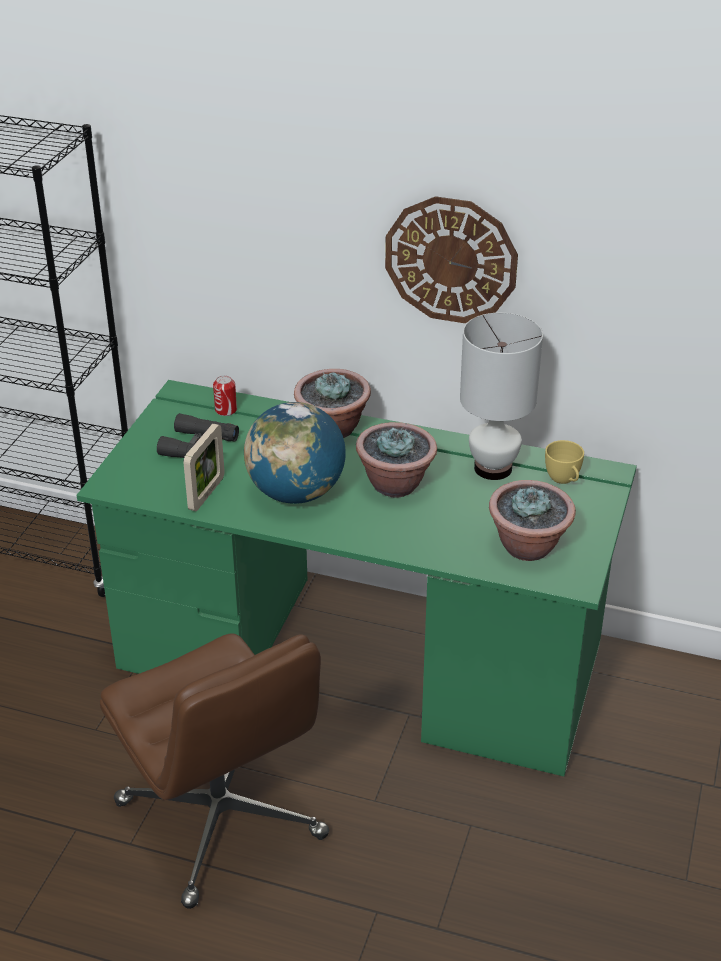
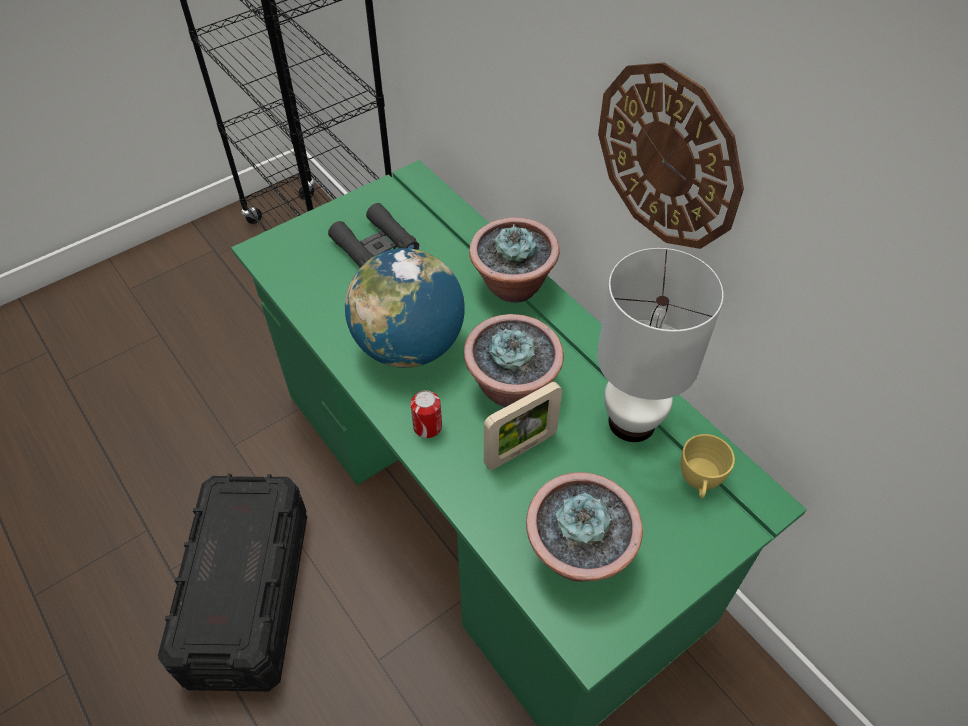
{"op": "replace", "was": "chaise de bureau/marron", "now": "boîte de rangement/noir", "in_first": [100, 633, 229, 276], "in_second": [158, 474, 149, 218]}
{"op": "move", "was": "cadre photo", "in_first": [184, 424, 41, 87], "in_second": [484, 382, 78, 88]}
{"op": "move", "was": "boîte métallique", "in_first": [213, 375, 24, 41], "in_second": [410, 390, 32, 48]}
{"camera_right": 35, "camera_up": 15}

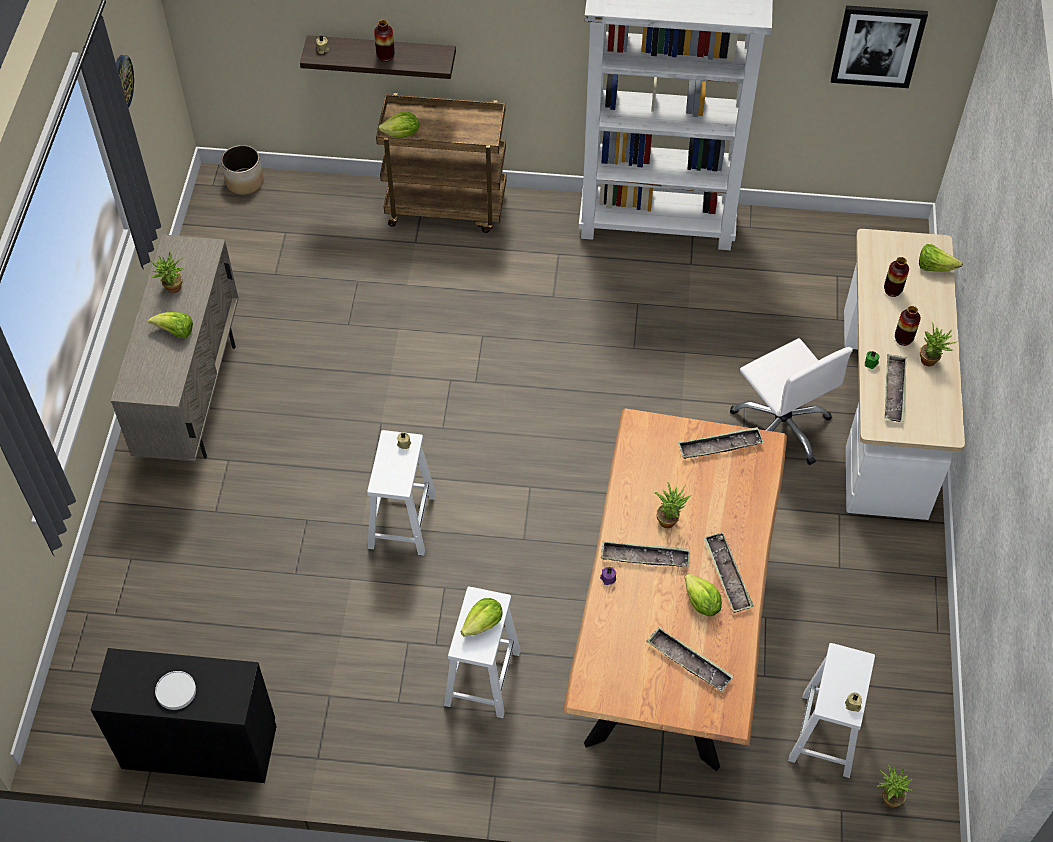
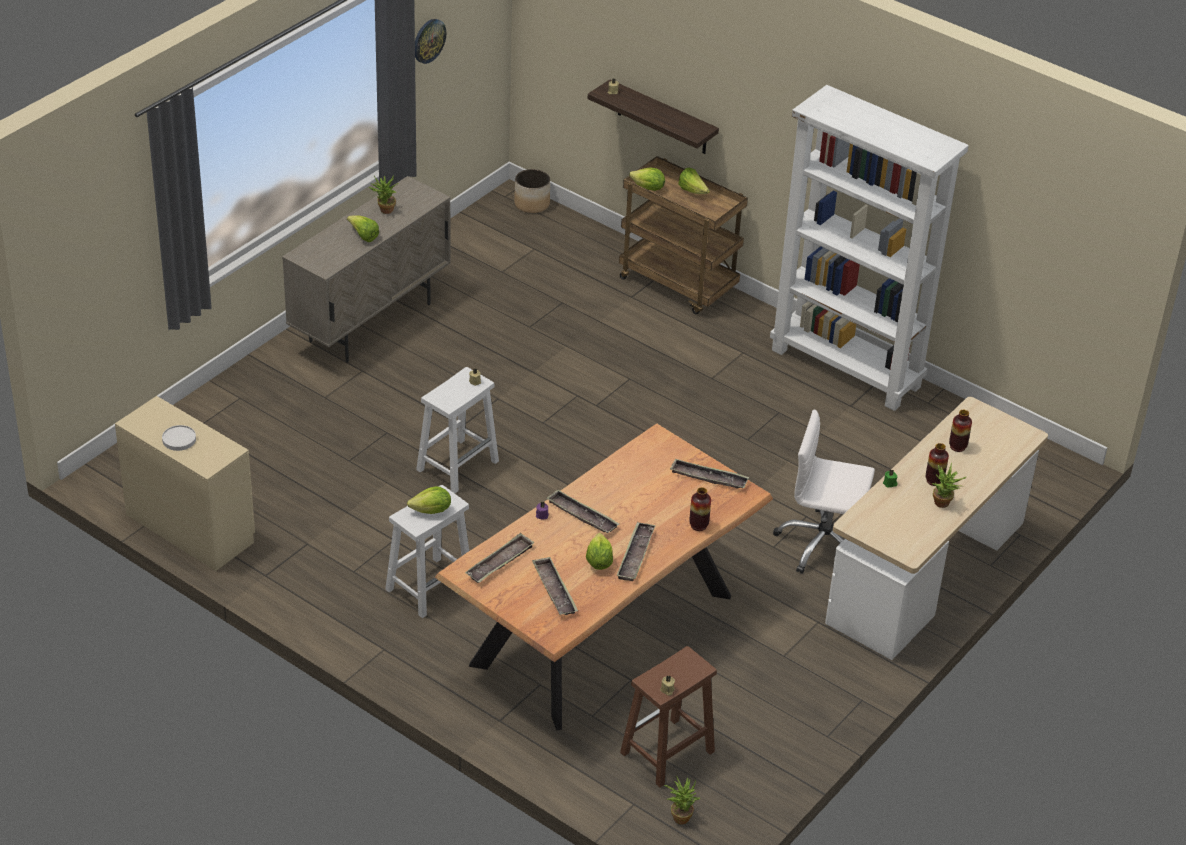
{"op": "recolor", "was": "commode/noir", "now": "commode/beige", "in_first": [91, 648, 186, 135], "in_second": [115, 396, 140, 175]}
{"op": "move", "was": "vase", "in_first": [374, 20, 21, 42], "in_second": [689, 487, 22, 44]}
{"op": "delete", "was": "plante en pot", "in_first": [653, 482, 38, 46]}
{"op": "rotate", "was": "chaise de bureau/blanc", "in_first": [730, 338, 123, 127], "in_second": [773, 409, 102, 165], "clockwise": 105}
{"op": "recolor", "was": "tabouret/blanc", "now": "tabouret/marron", "in_first": [788, 643, 87, 135], "in_second": [620, 646, 97, 142]}
{"op": "delete", "was": "tableau", "in_first": [831, 5, 97, 83]}
{"op": "move", "was": "plateau", "in_first": [884, 354, 23, 68], "in_second": [465, 533, 70, 50]}
{"op": "move", "was": "laitue", "in_first": [919, 244, 44, 28], "in_second": [678, 168, 32, 26]}
{"camera_right": 30, "camera_up": -15}

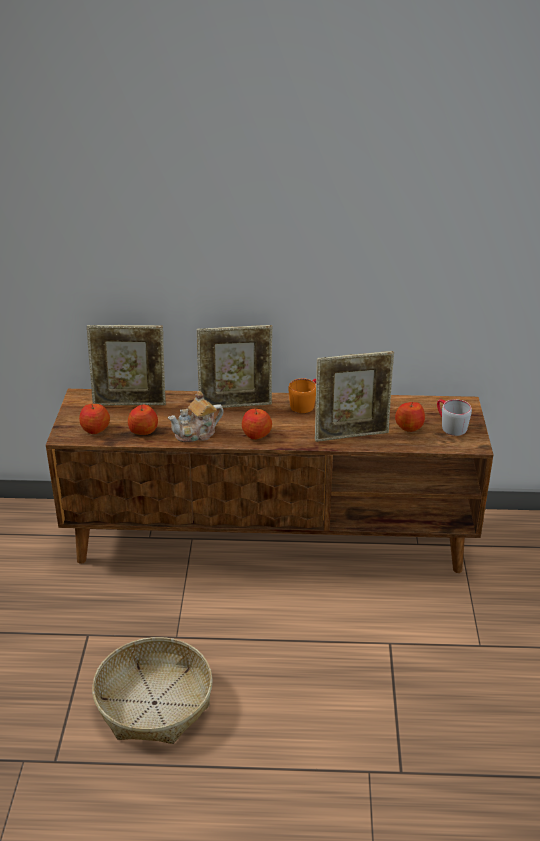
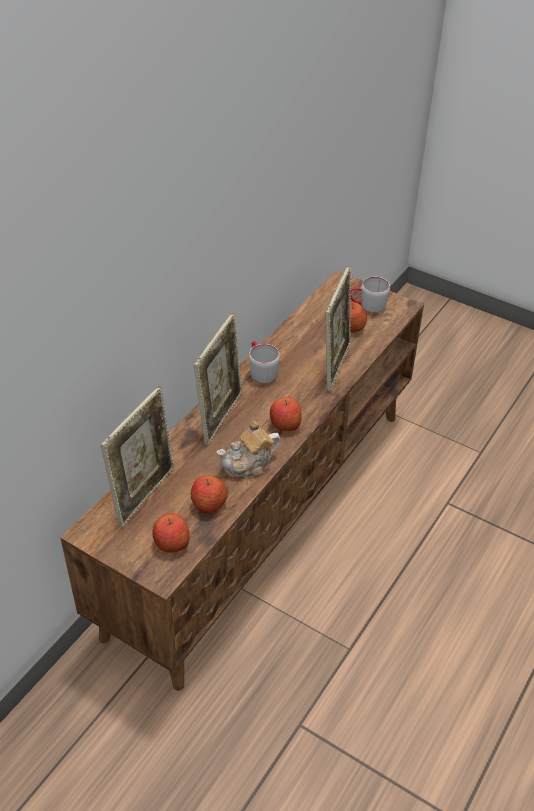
{"op": "delete", "was": "panier", "in_first": [92, 637, 121, 107]}
{"op": "rotate", "was": "théière", "in_first": [168, 391, 56, 51], "in_second": [217, 421, 64, 57], "clockwise": 60}
{"op": "recolor", "was": "mug/orange", "now": "mug/gris", "in_first": [288, 378, 28, 35], "in_second": [249, 341, 31, 42]}
{"camera_right": -60, "camera_up": 10}

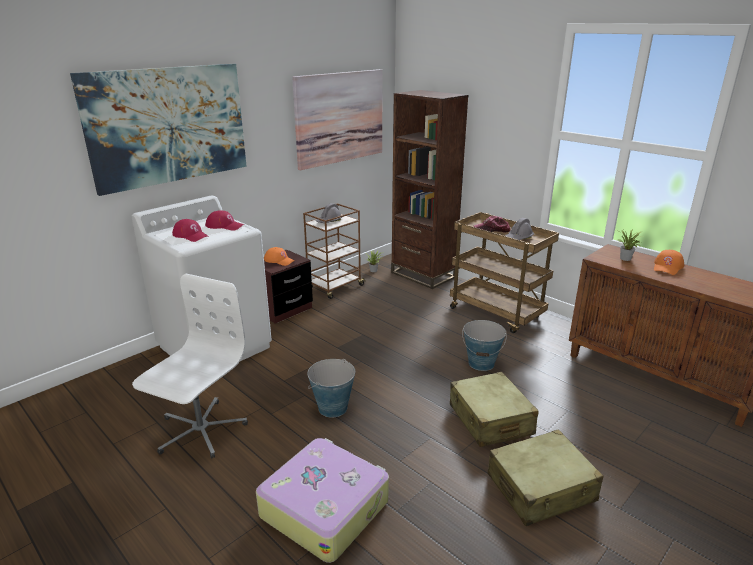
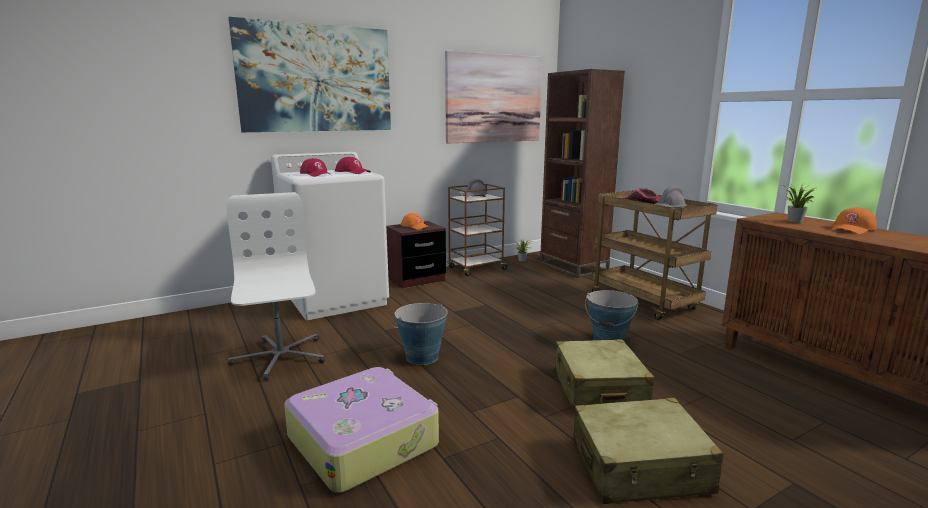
{"op": "rotate", "was": "chaise de bureau/blanc", "in_first": [132, 274, 116, 184], "in_second": [226, 192, 99, 189], "clockwise": -60}
{"camera_right": 15, "camera_up": -10}

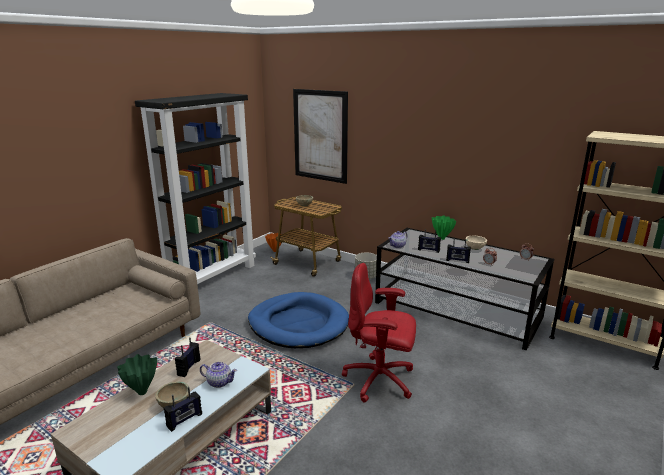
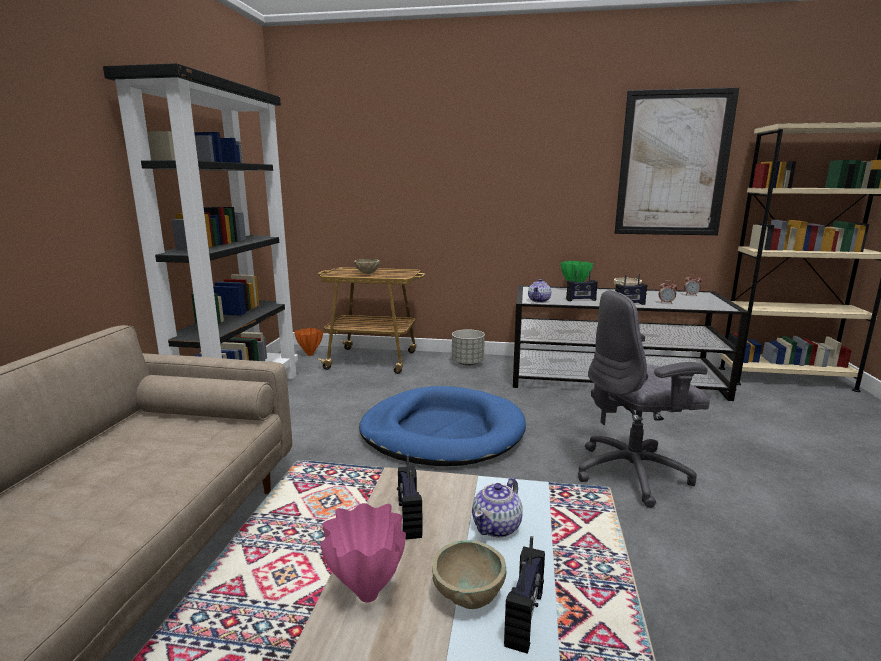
{"op": "recolor", "was": "vase/vert", "now": "vase/rose", "in_first": [117, 354, 40, 41], "in_second": [320, 503, 86, 99]}
{"op": "rotate", "was": "théière", "in_first": [200, 362, 37, 26], "in_second": [472, 478, 51, 60], "clockwise": 135}
{"op": "move", "was": "tableau", "in_first": [293, 89, 55, 95], "in_second": [614, 87, 125, 148]}
{"op": "recolor", "was": "chaise de bureau/rouge", "now": "chaise de bureau/gris", "in_first": [342, 263, 74, 140], "in_second": [578, 290, 132, 218]}
{"camera_right": -25, "camera_up": -5}

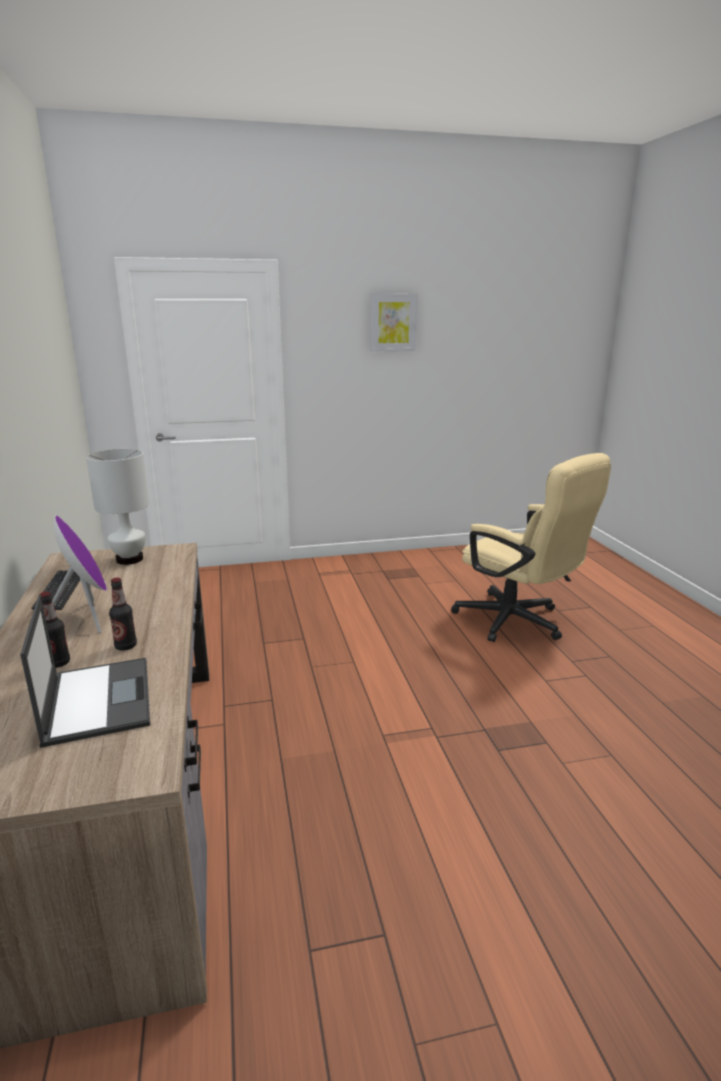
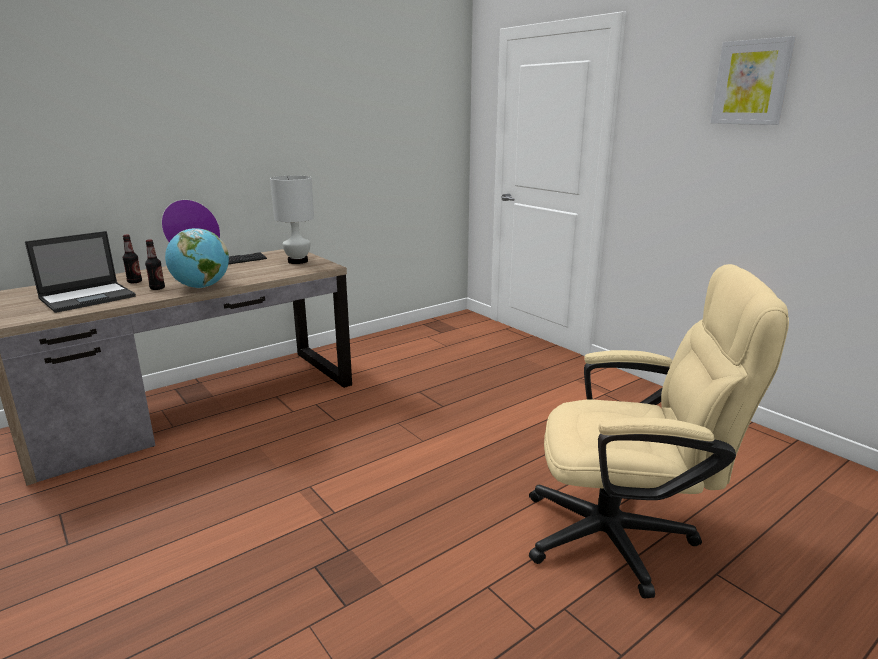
{"op": "rotate", "was": "chaise de bureau/beige", "in_first": [451, 453, 160, 189], "in_second": [529, 264, 260, 335], "clockwise": -105}
{"op": "insert", "now": "globe", "in_second": [165, 228, 64, 60]}
{"camera_right": 65, "camera_up": 0}

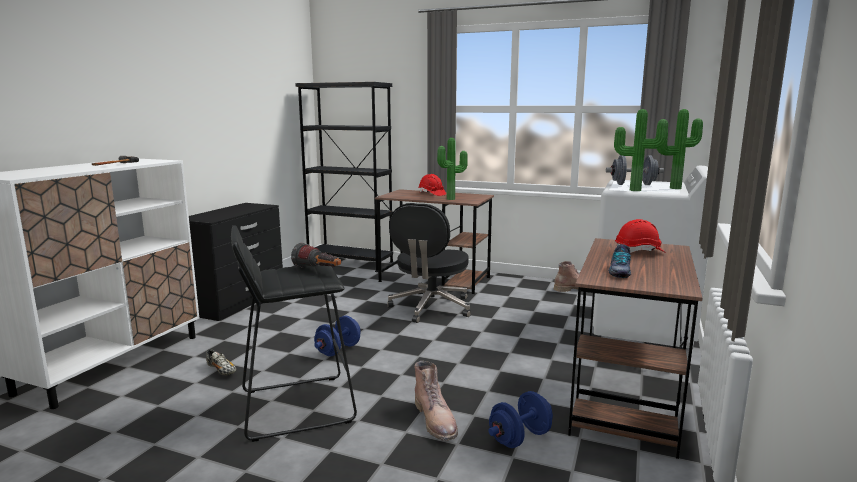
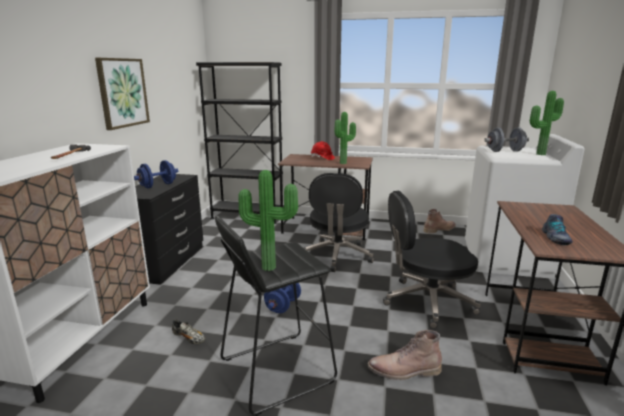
{"op": "delete", "was": "lampe de poche", "in_first": [291, 243, 50, 25]}
{"op": "rotate", "was": "botte/marron", "in_first": [414, 361, 44, 80], "in_second": [368, 330, 74, 50], "clockwise": 120}
{"op": "move", "was": "haltère/bleu", "in_first": [488, 391, 65, 57], "in_second": [134, 160, 44, 28]}
{"op": "move", "was": "plante en pot", "in_first": [614, 109, 54, 82], "in_second": [238, 170, 60, 101]}
{"op": "delete", "was": "casque de chantier/rouge", "in_first": [615, 219, 51, 34]}
{"op": "insert", "now": "tableau", "in_second": [95, 58, 55, 72]}
{"op": "insert", "now": "chaise de bureau/noir", "in_second": [383, 191, 98, 138]}
{"camera_right": -10, "camera_up": 5}

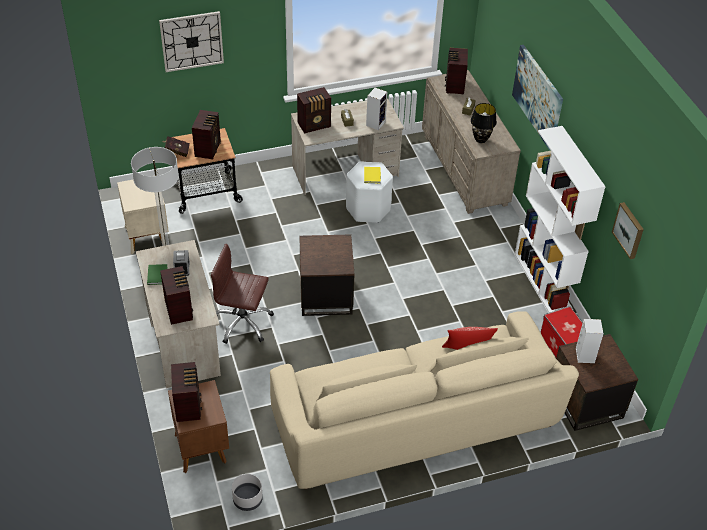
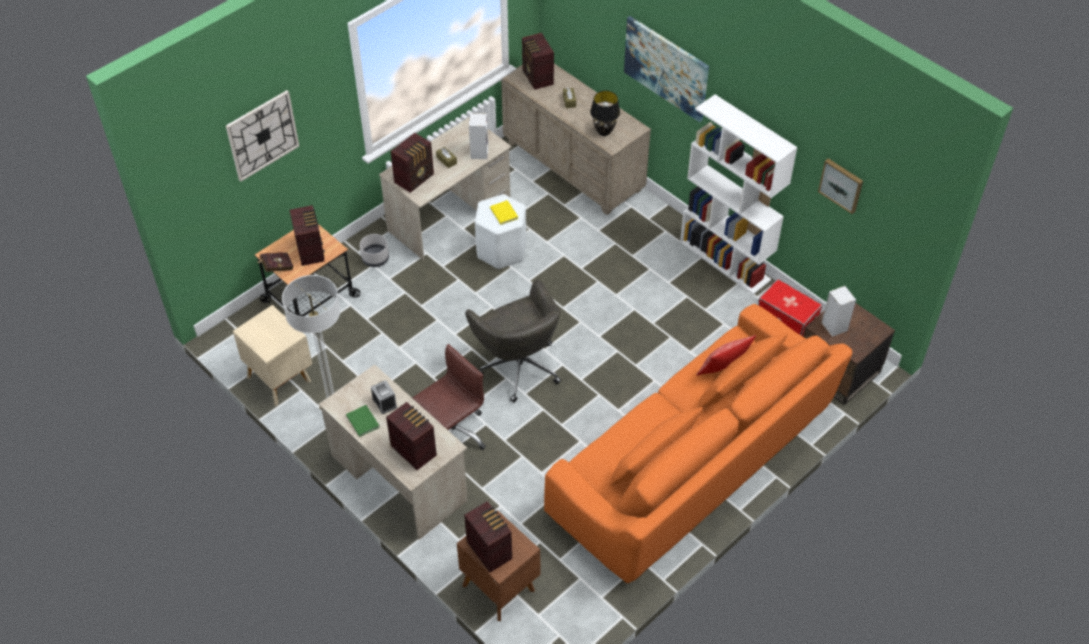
{"op": "rotate", "was": "chaise de bureau/marron", "in_first": [211, 244, 63, 100], "in_second": [413, 344, 73, 106], "clockwise": 150}
{"op": "move", "was": "cache-pot/gris", "in_first": [232, 474, 31, 37], "in_second": [360, 234, 29, 33]}
{"op": "recolor", "was": "canapé/beige", "now": "canapé/orange", "in_first": [270, 311, 309, 178], "in_second": [544, 304, 308, 279]}
{"op": "replace", "was": "table d'appoint/marron", "now": "chaise de bureau/gris", "in_first": [300, 234, 55, 82], "in_second": [465, 280, 96, 123]}
{"camera_right": -25, "camera_up": 5}

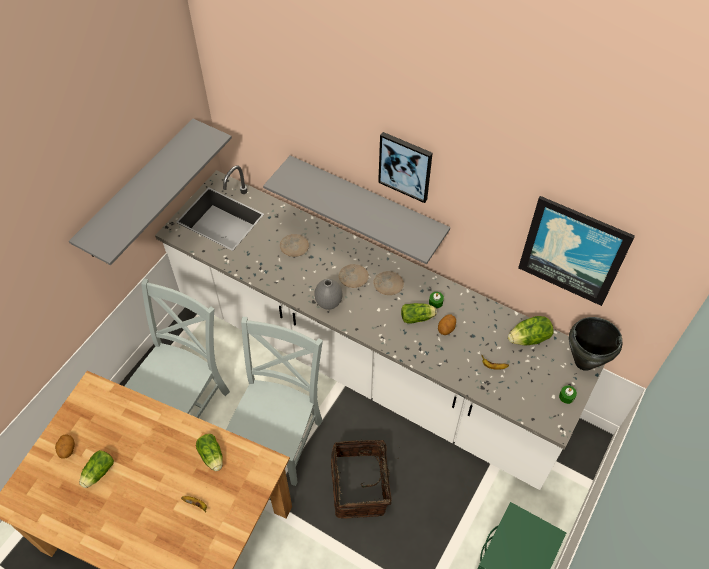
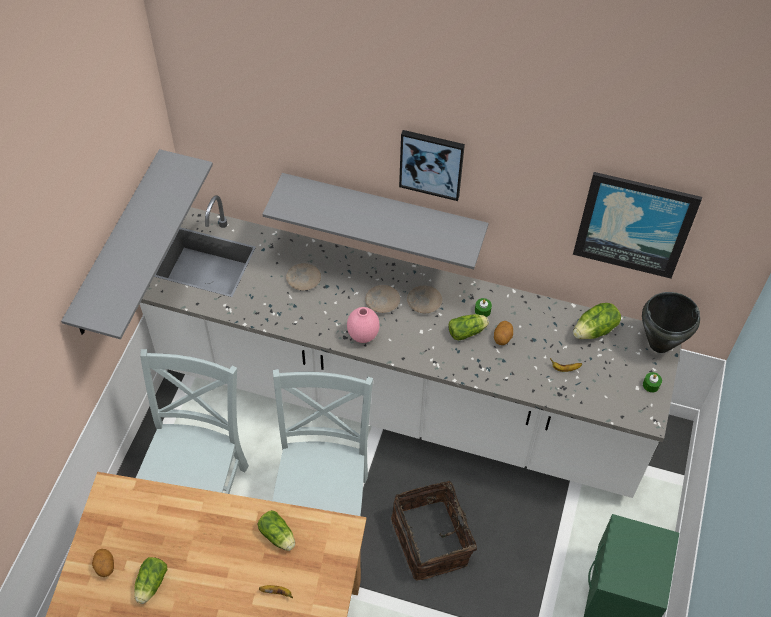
{"op": "recolor", "was": "vase/gris", "now": "vase/rose", "in_first": [314, 279, 28, 31], "in_second": [347, 307, 33, 36]}
{"camera_right": -15, "camera_up": 0}

